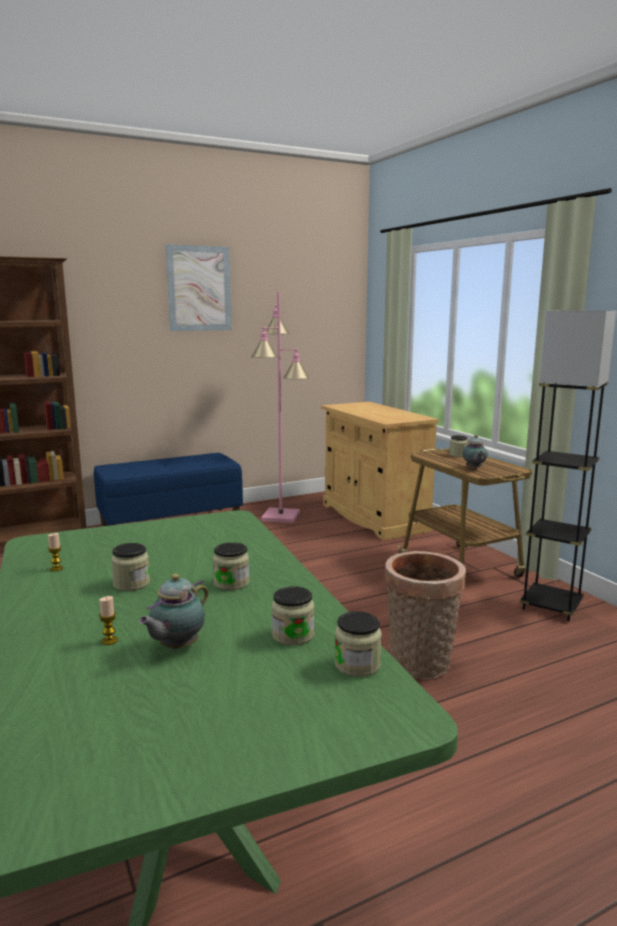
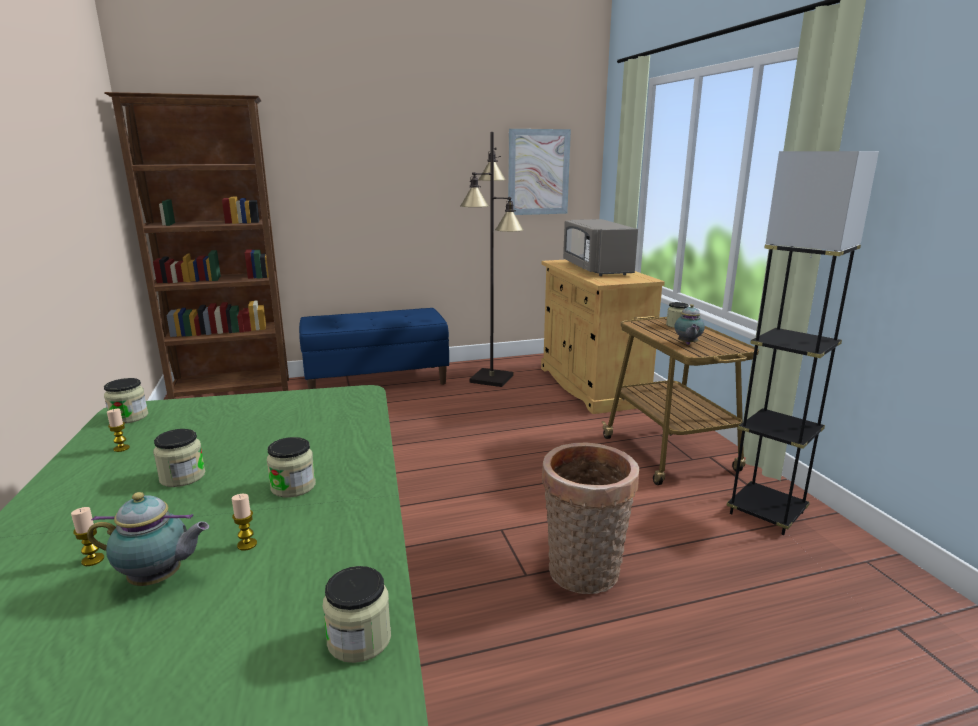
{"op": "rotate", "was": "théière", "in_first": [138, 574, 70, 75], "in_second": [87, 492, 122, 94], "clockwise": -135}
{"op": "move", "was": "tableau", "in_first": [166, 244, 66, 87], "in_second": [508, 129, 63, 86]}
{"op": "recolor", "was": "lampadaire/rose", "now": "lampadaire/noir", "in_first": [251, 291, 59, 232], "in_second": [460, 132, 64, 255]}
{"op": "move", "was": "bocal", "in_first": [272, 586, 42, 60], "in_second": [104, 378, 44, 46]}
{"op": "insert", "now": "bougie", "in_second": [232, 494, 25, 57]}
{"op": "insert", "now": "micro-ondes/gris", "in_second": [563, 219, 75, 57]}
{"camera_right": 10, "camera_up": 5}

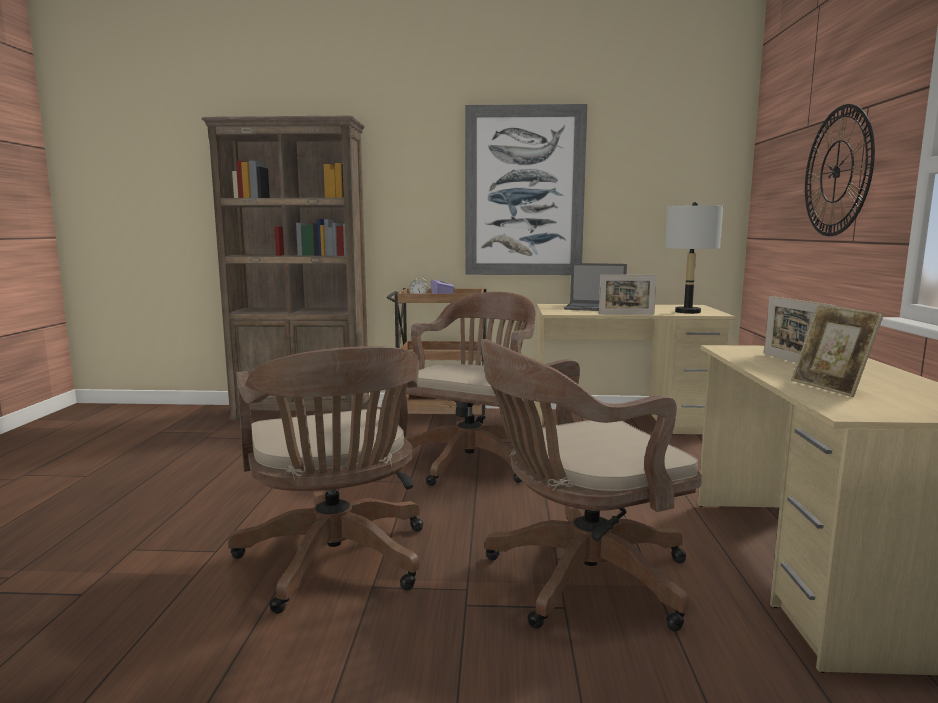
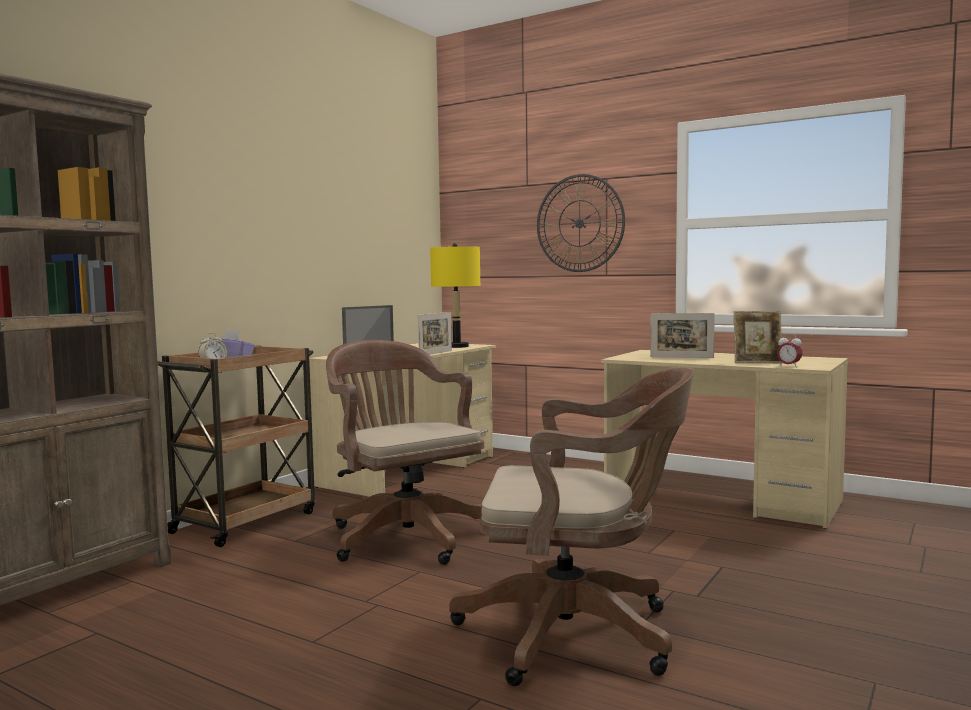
{"op": "delete", "was": "tableau", "in_first": [465, 104, 122, 171]}
{"op": "delete", "was": "chaise de bureau/marron", "in_first": [481, 339, 221, 293]}
{"op": "recolor", "was": "lampe de table/gris", "now": "lampe de table/jaune", "in_first": [665, 202, 58, 112], "in_second": [430, 243, 50, 105]}
{"op": "insert", "now": "réveil", "in_second": [777, 334, 25, 32]}
{"camera_right": -60, "camera_up": -5}

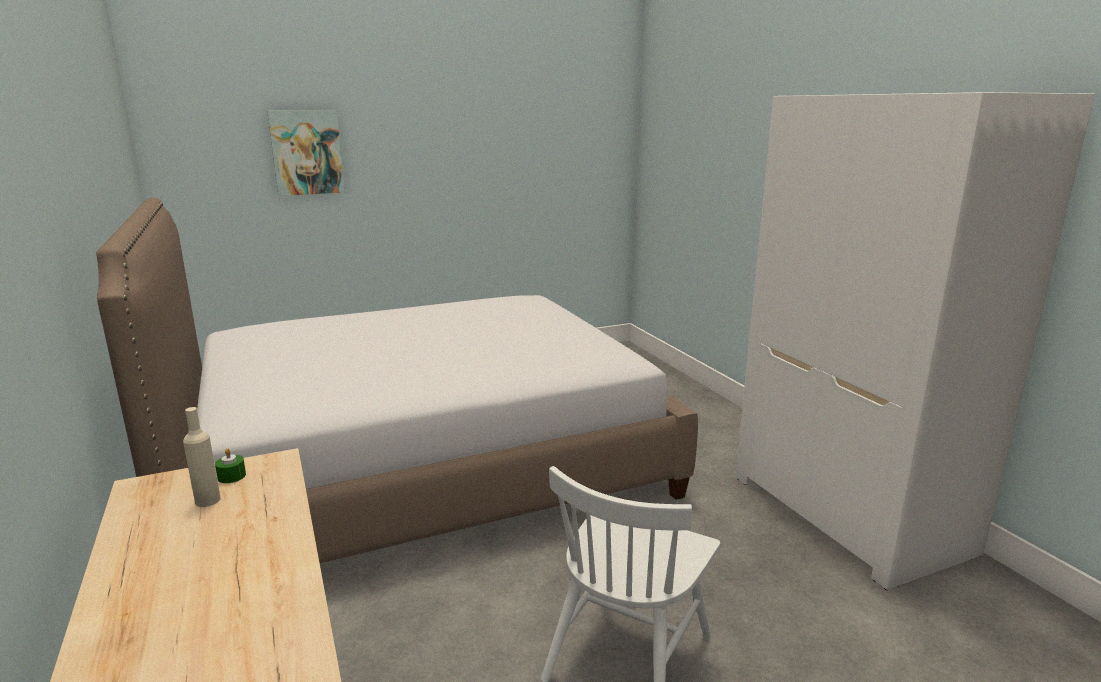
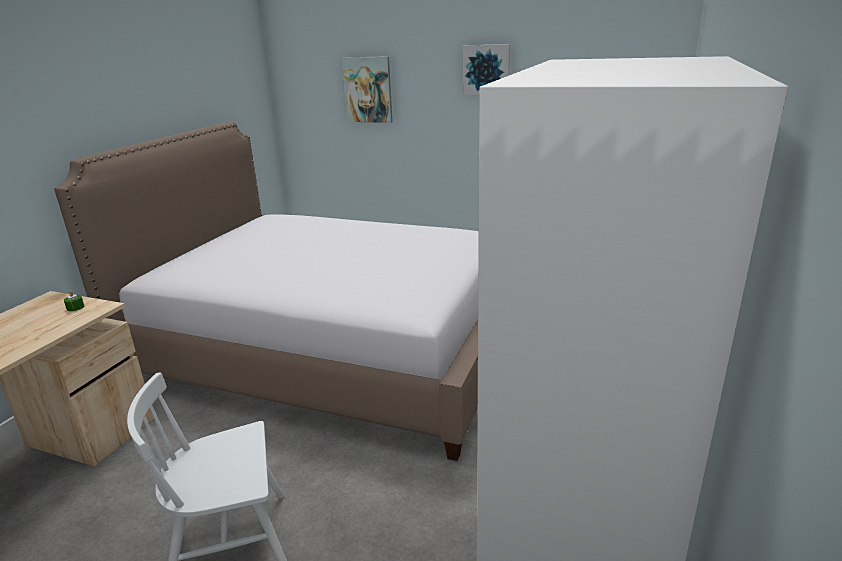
{"op": "delete", "was": "bouteille/beige", "in_first": [183, 407, 37, 100]}
{"op": "insert", "now": "tableau", "in_second": [463, 44, 47, 51]}
{"camera_right": 45, "camera_up": 5}

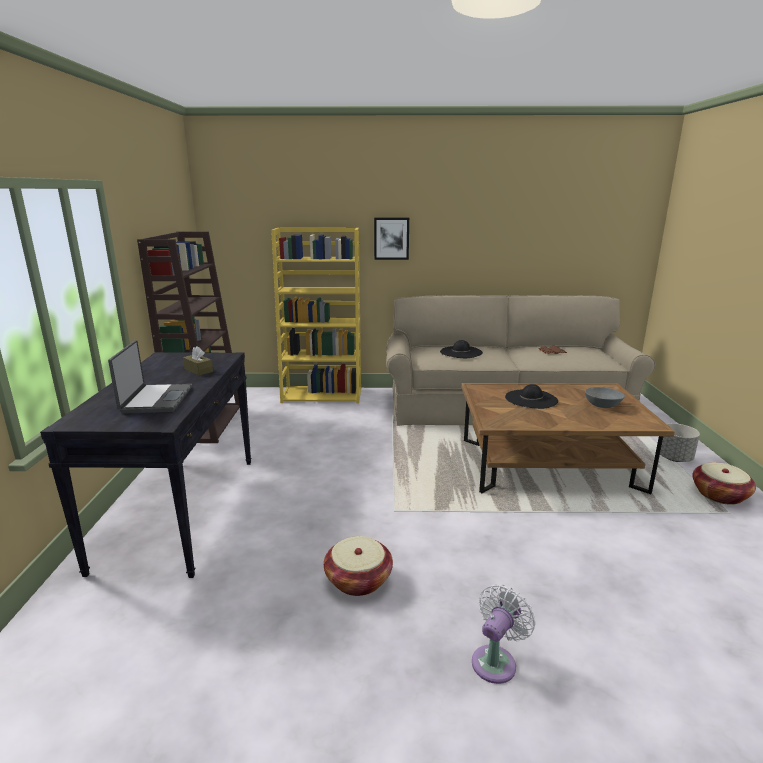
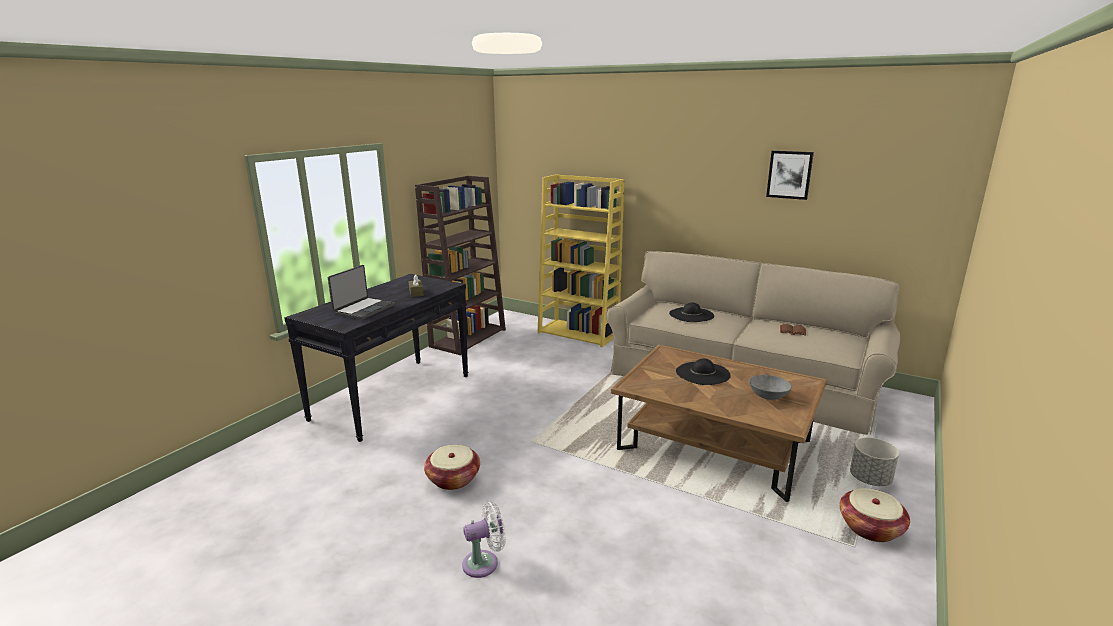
{"op": "move", "was": "tableau", "in_first": [374, 218, 35, 42], "in_second": [766, 151, 48, 49]}
{"camera_right": 30, "camera_up": 0}

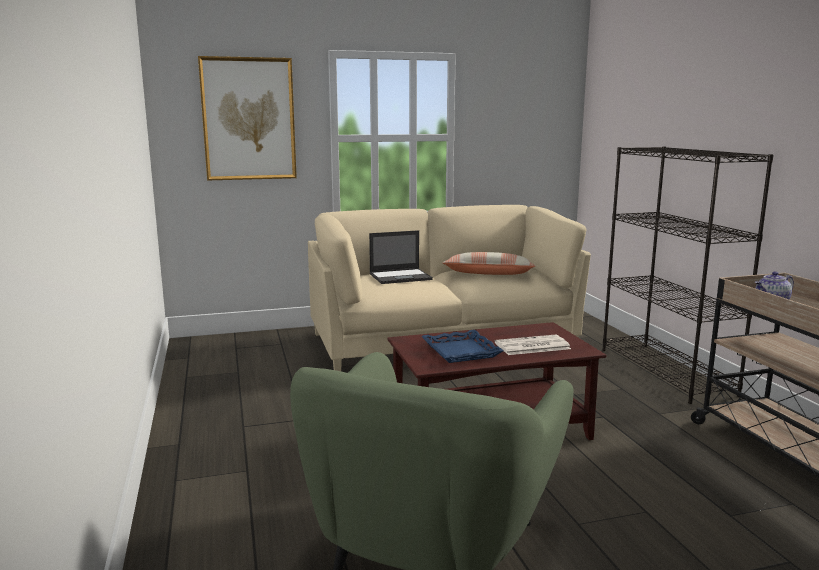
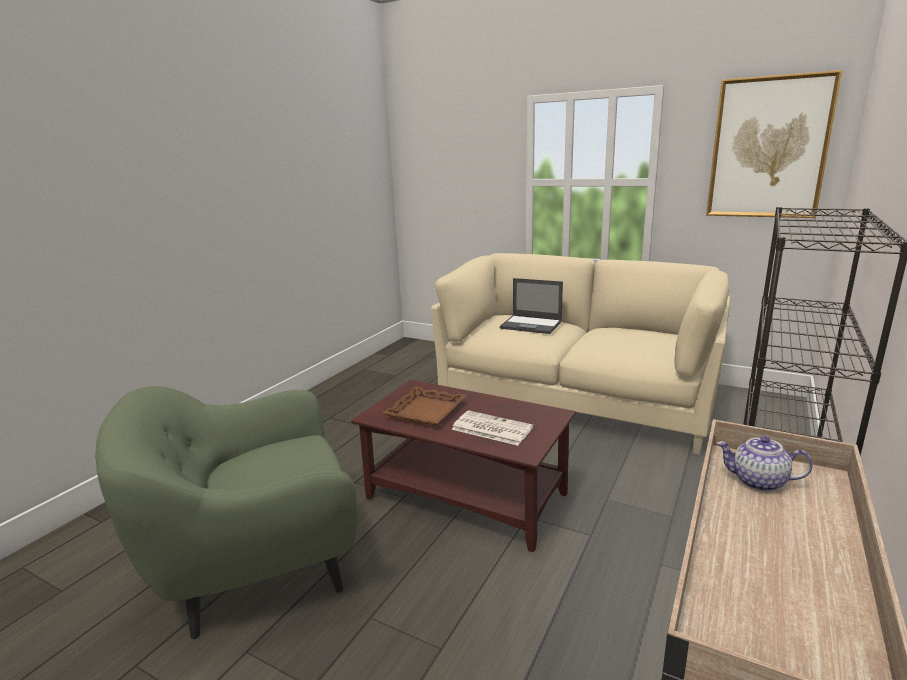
{"op": "move", "was": "tableau", "in_first": [198, 56, 99, 125], "in_second": [706, 70, 136, 148]}
{"op": "recolor", "was": "plateau/bleu", "now": "plateau/marron", "in_first": [421, 330, 83, 33], "in_second": [383, 386, 84, 41]}
{"op": "delete", "was": "coussin", "in_first": [442, 252, 93, 23]}
{"camera_right": 45, "camera_up": 5}

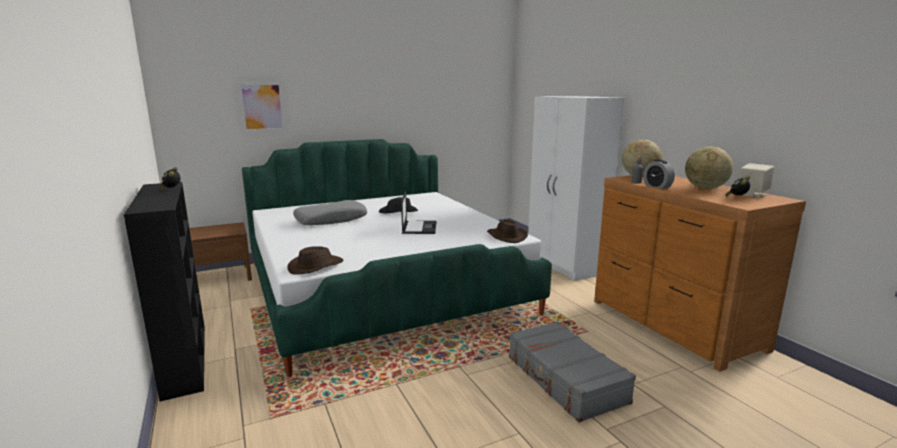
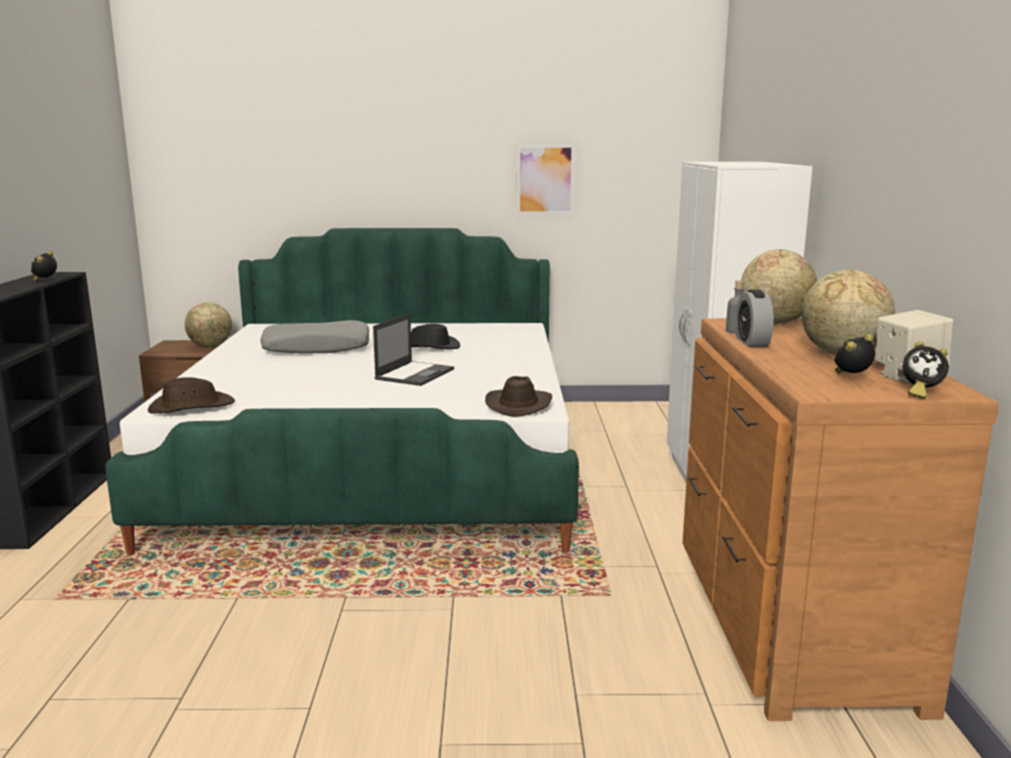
{"op": "move", "was": "tableau", "in_first": [239, 83, 46, 48], "in_second": [517, 144, 58, 71]}
{"op": "delete", "was": "valise/gris", "in_first": [509, 321, 127, 101]}
{"op": "insert", "now": "globe", "in_second": [185, 302, 47, 45]}
{"op": "insert", "now": "réveil", "in_second": [903, 341, 46, 58]}
{"camera_right": 25, "camera_up": 0}

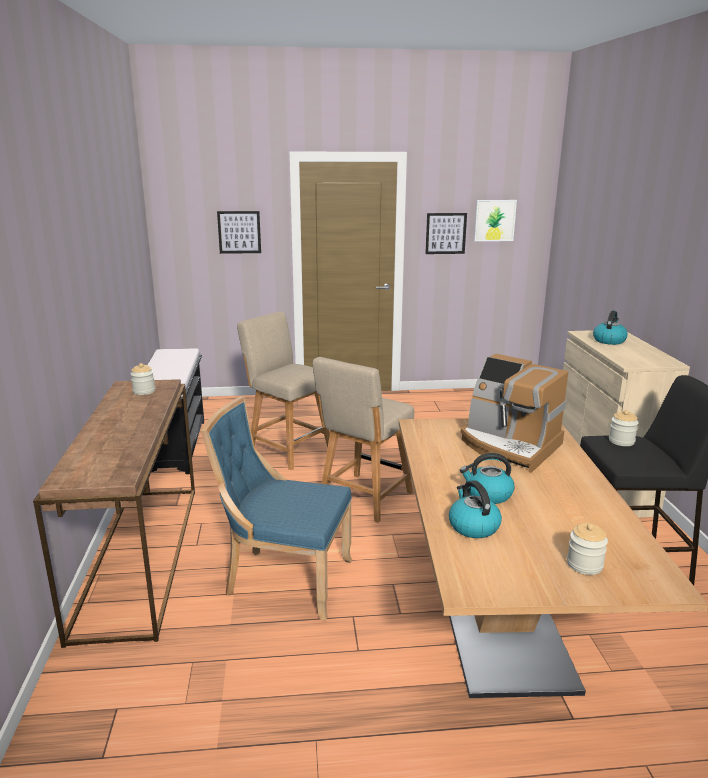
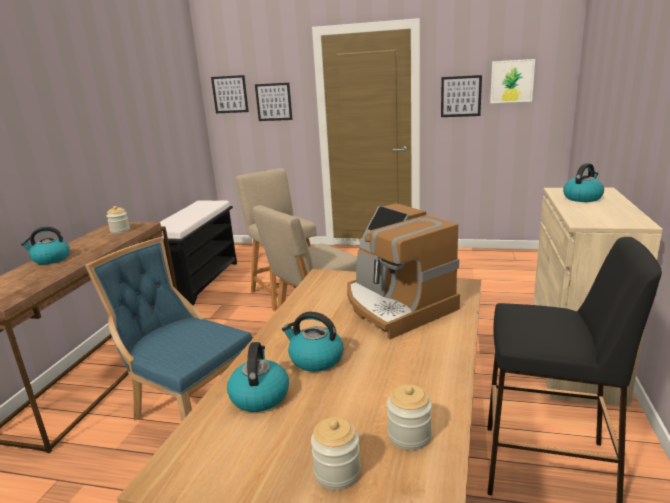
{"op": "move", "was": "bocal", "in_first": [609, 410, 29, 36], "in_second": [387, 384, 45, 66]}
{"op": "insert", "now": "bouilloire", "in_second": [21, 227, 49, 37]}
{"op": "insert", "now": "tableau", "in_second": [211, 75, 38, 38]}
{"camera_right": 20, "camera_up": 0}

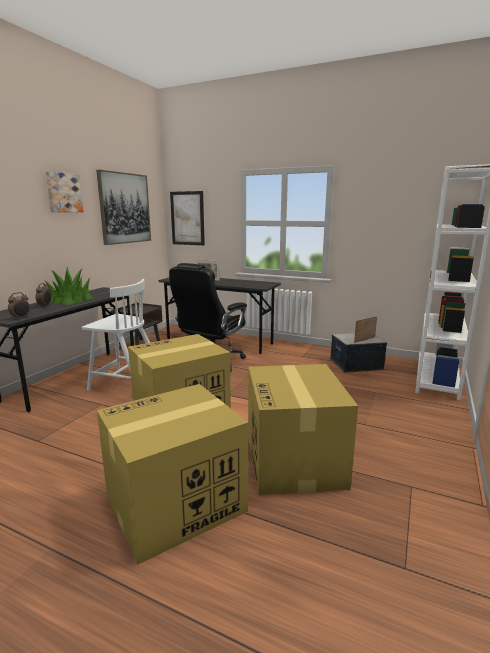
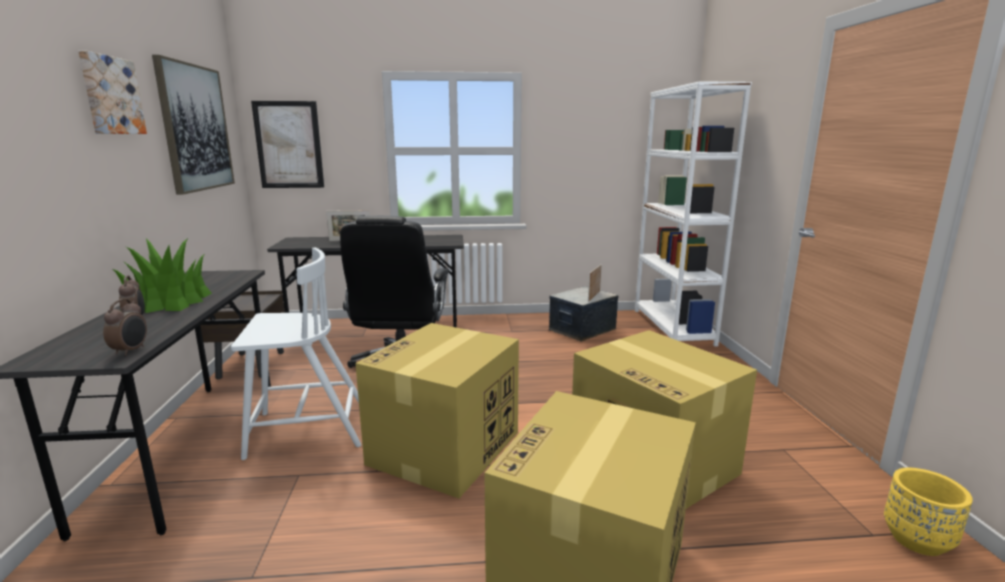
{"op": "insert", "now": "cache-pot/jaune", "in_second": [884, 467, 89, 89]}
{"camera_right": -30, "camera_up": 0}

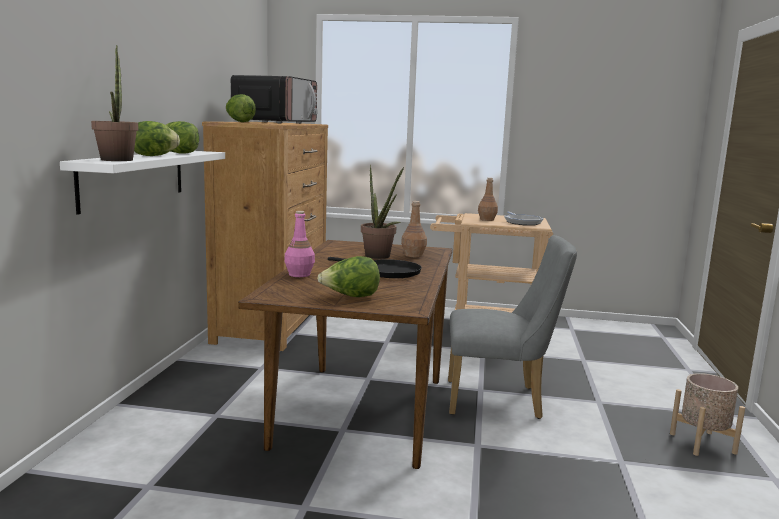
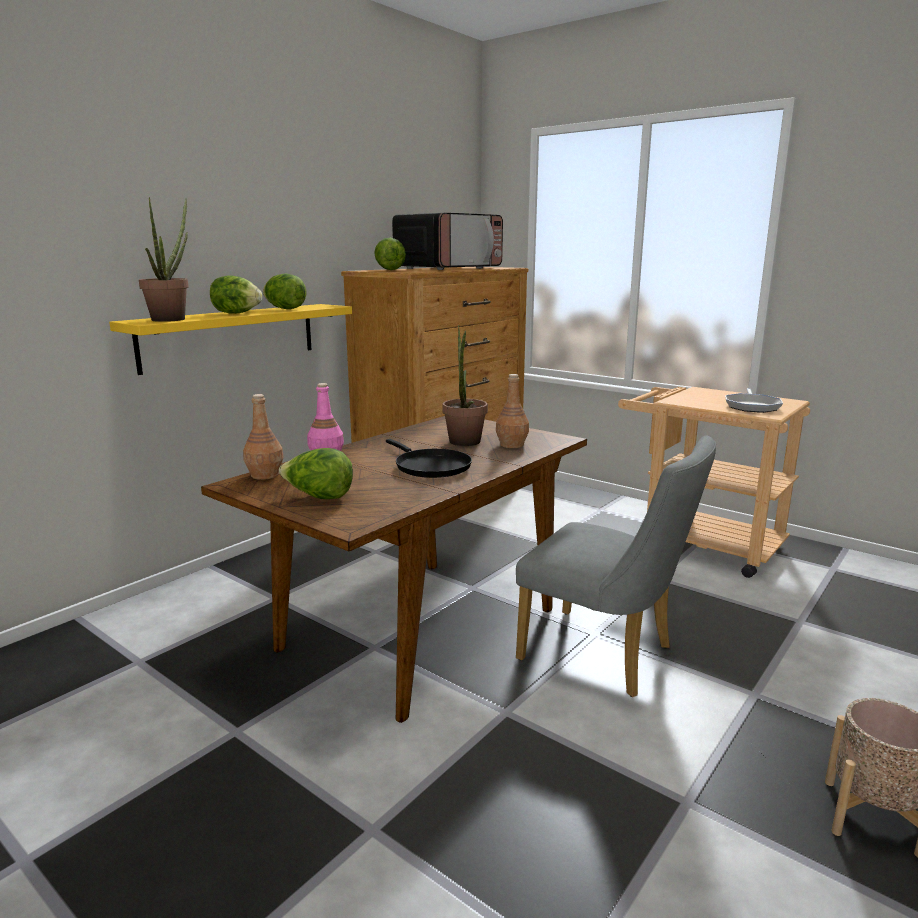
{"op": "recolor", "was": "étagère/blanc", "now": "étagère/jaune", "in_first": [60, 151, 165, 64], "in_second": [109, 304, 243, 71]}
{"op": "move", "was": "bouteille/marron", "in_first": [478, 178, 20, 43], "in_second": [243, 394, 41, 86]}
{"camera_right": 30, "camera_up": 5}

